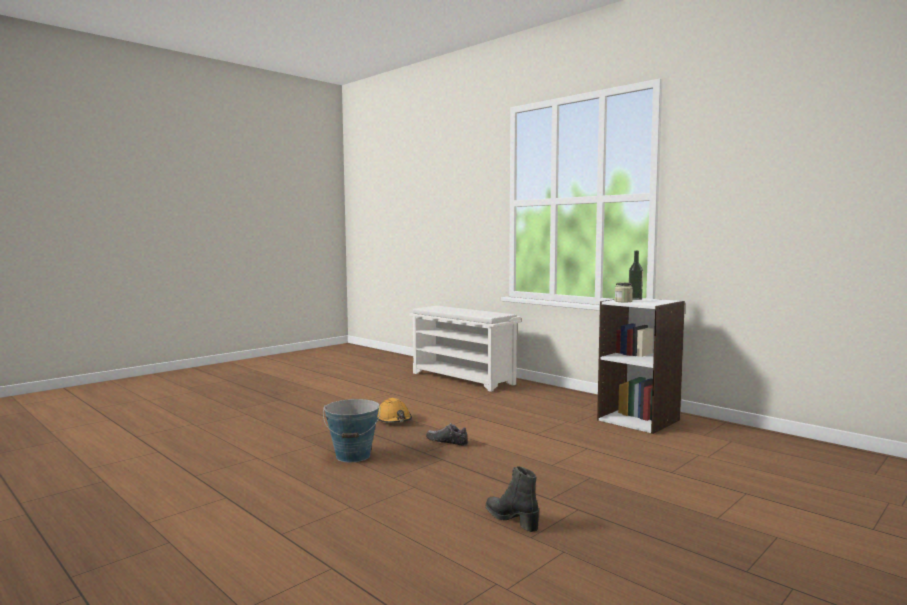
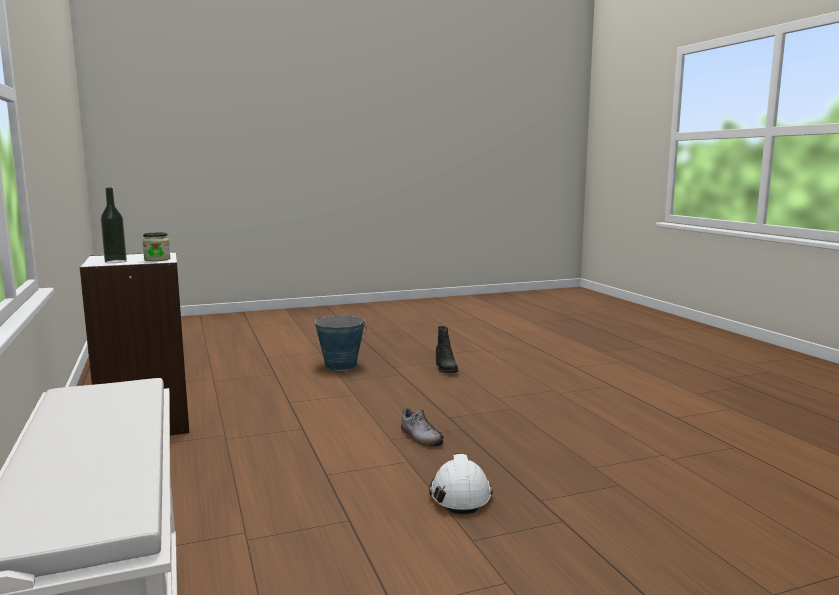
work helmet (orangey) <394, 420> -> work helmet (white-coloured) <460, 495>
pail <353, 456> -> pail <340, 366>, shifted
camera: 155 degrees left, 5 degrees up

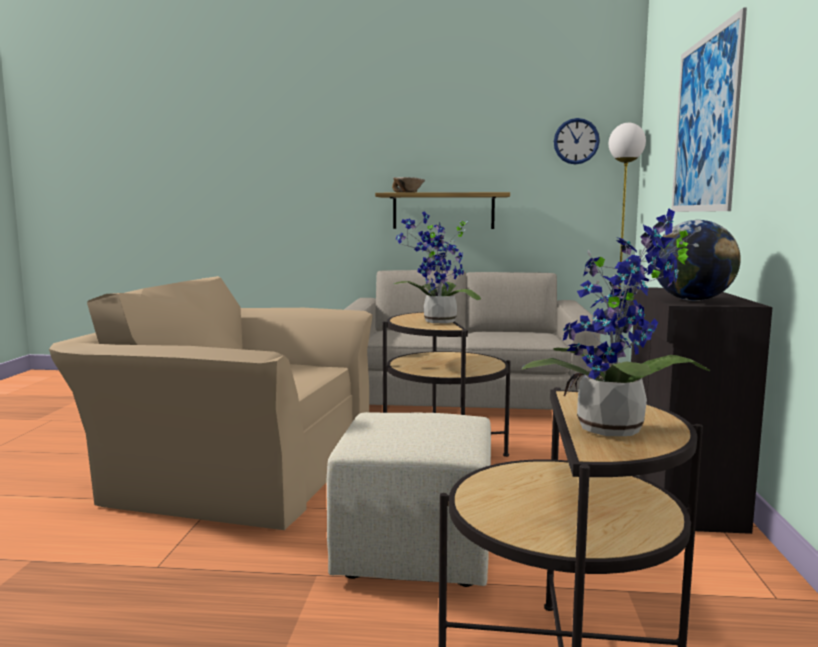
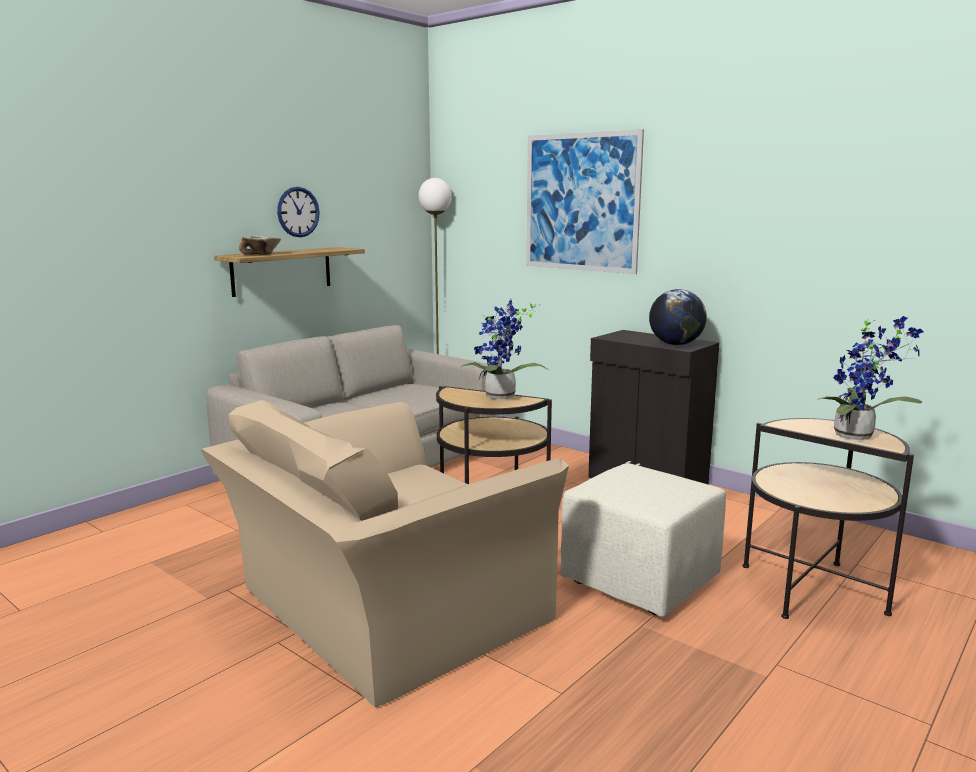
wall clock <576, 141> -> wall clock <298, 212>, shifted
camera: 55 degrees left, 5 degrees up

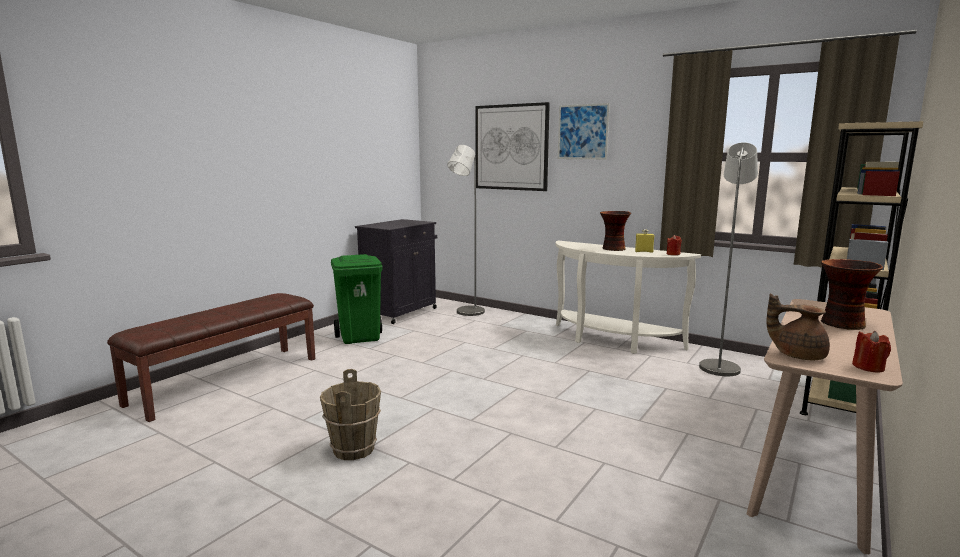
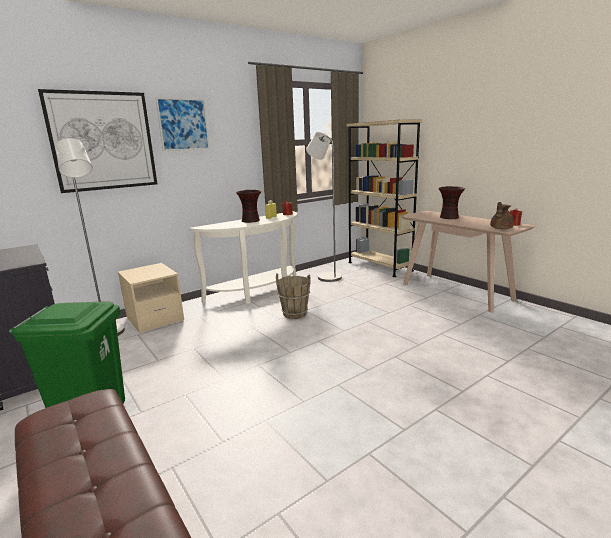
pail (brownish) <354, 449> -> pail (brownish) <295, 314>, shifted
none -> nightstand (sand-coloured) <155, 319>
camera: 70 degrees left, 5 degrees up

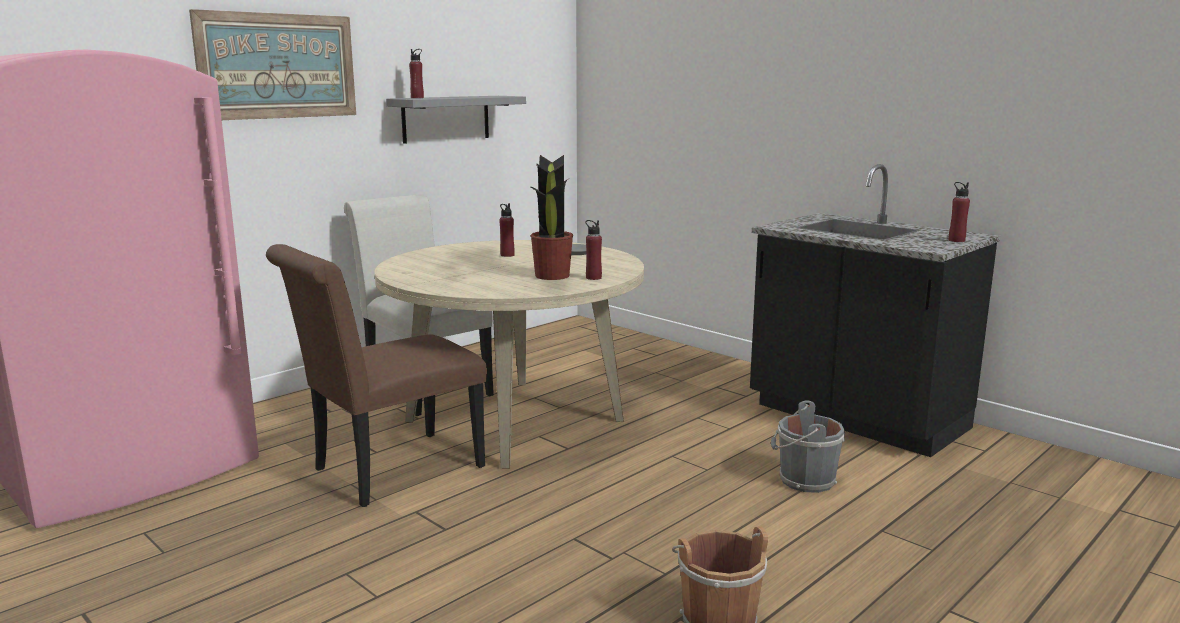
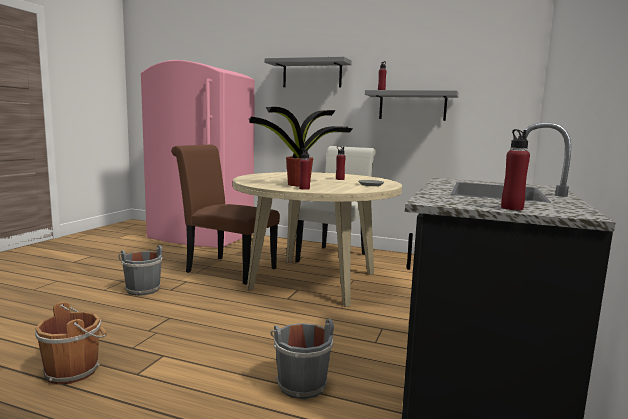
picture <278, 66> -> wall shelf (gray) <312, 74>
none -> pail (gray) <142, 289>
camera: 65 degrees right, 5 degrees down

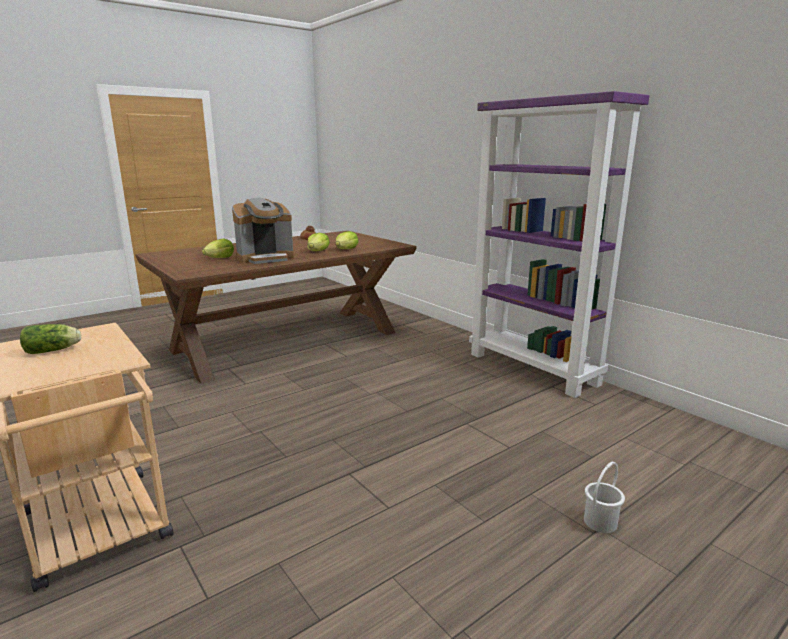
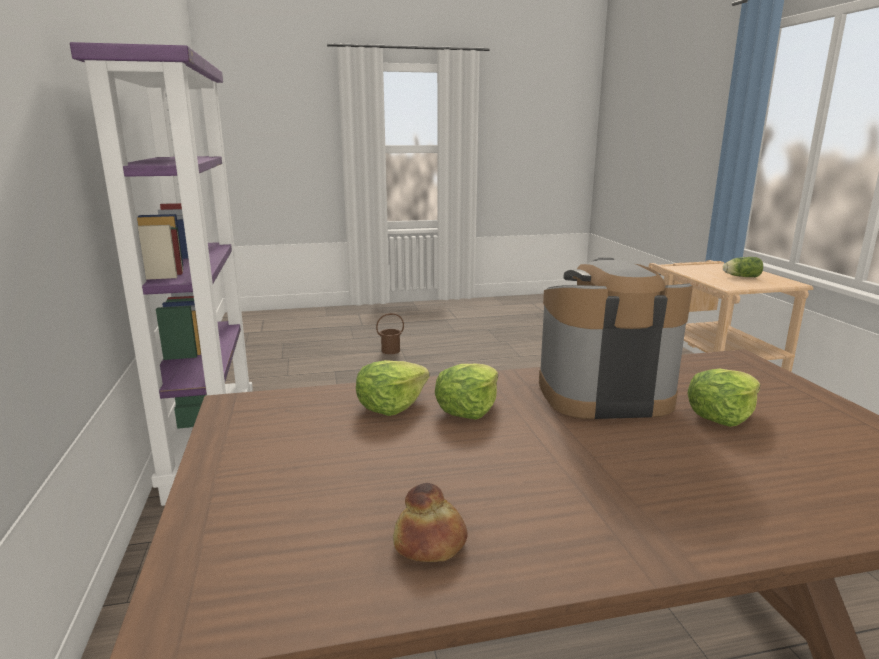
pail (white-coloured) <601, 522> -> pail (brownish) <390, 351>
camera: 155 degrees left, 0 degrees up

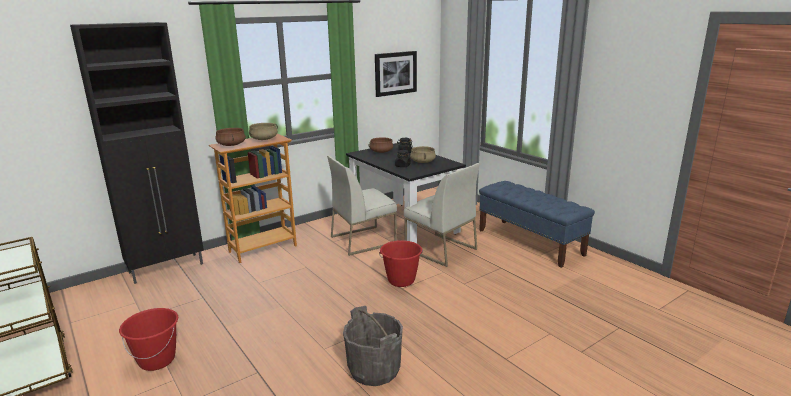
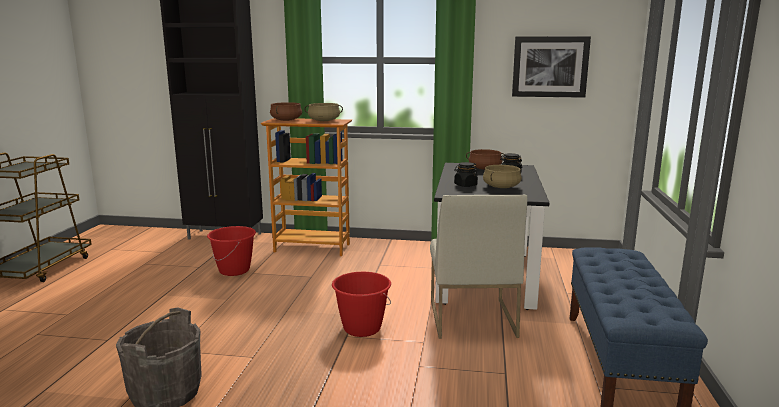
plain chair (white-coloured) <363, 240> -> none
pail (red) <157, 360> -> pail (red) <234, 270>, shifted
camera: 45 degrees right, 5 degrees down

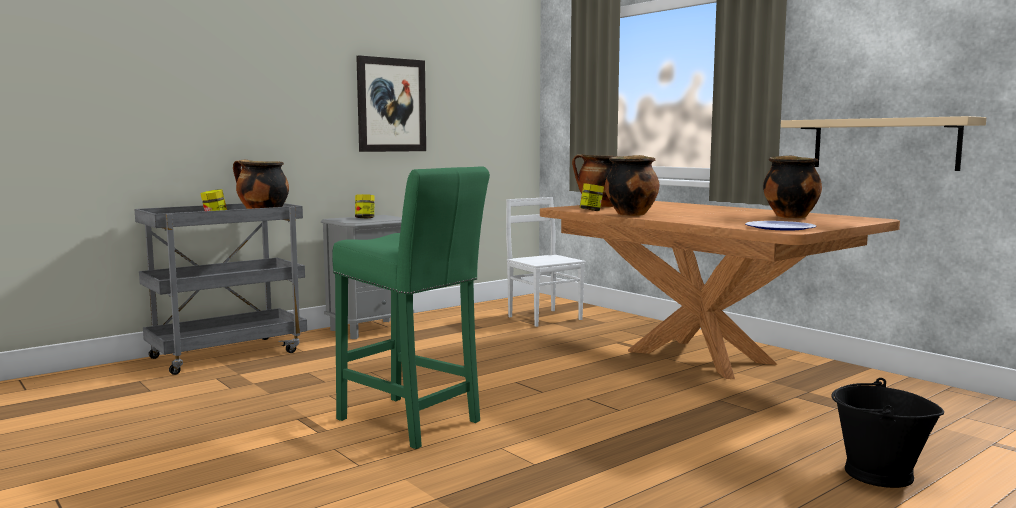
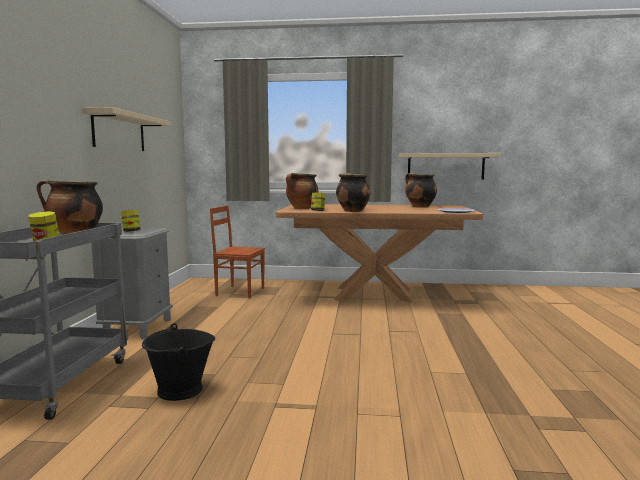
picture <391, 105> -> wall shelf (sand-coloured) <119, 132>
stool (green-coloured) <412, 423> -> none
plain chair (white-coloured) <545, 318> -> plain chair (brownish) <240, 292>
pail (black-coloured) <878, 474> -> pail (black-coloured) <179, 390>, shifted
camera: 45 degrees left, 0 degrees up

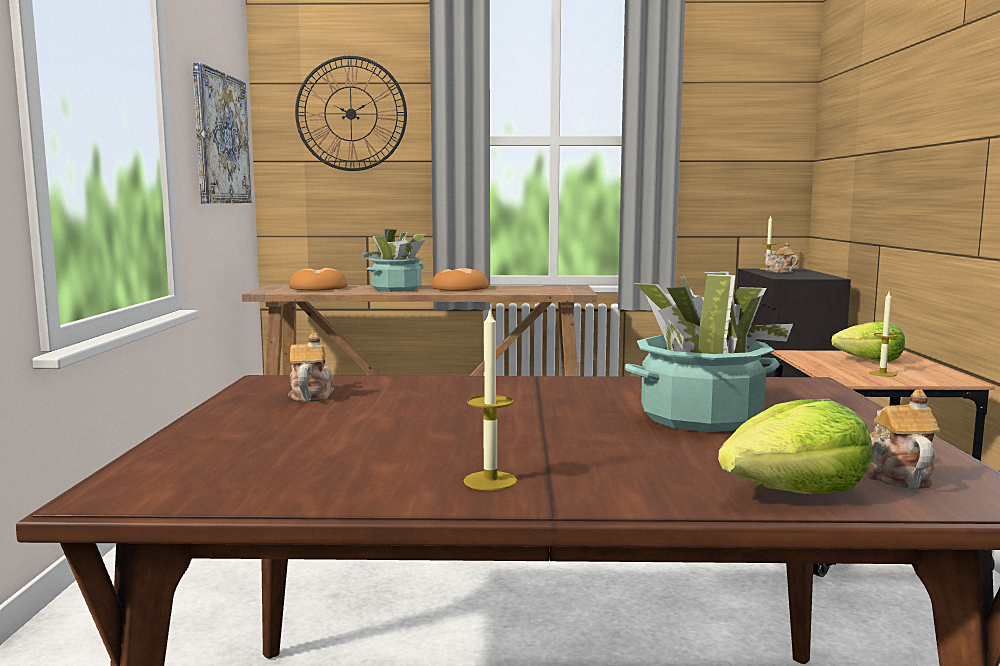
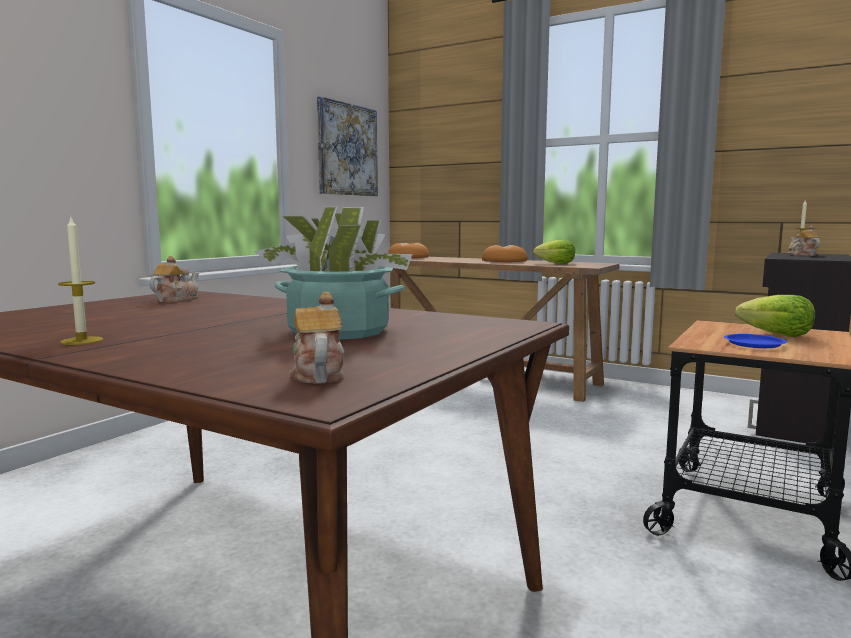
wall clock <351, 114> -> none
potted plant <396, 289> -> none
candle <882, 373> -> dinner plate (blue) <754, 344>
tea pot <895, 475> -> tea pot <318, 374>, 45 degrees counterclockwise
lettuce head <795, 493> -> lettuce head <556, 264>, shifted
camera: 30 degrees right, 0 degrees up

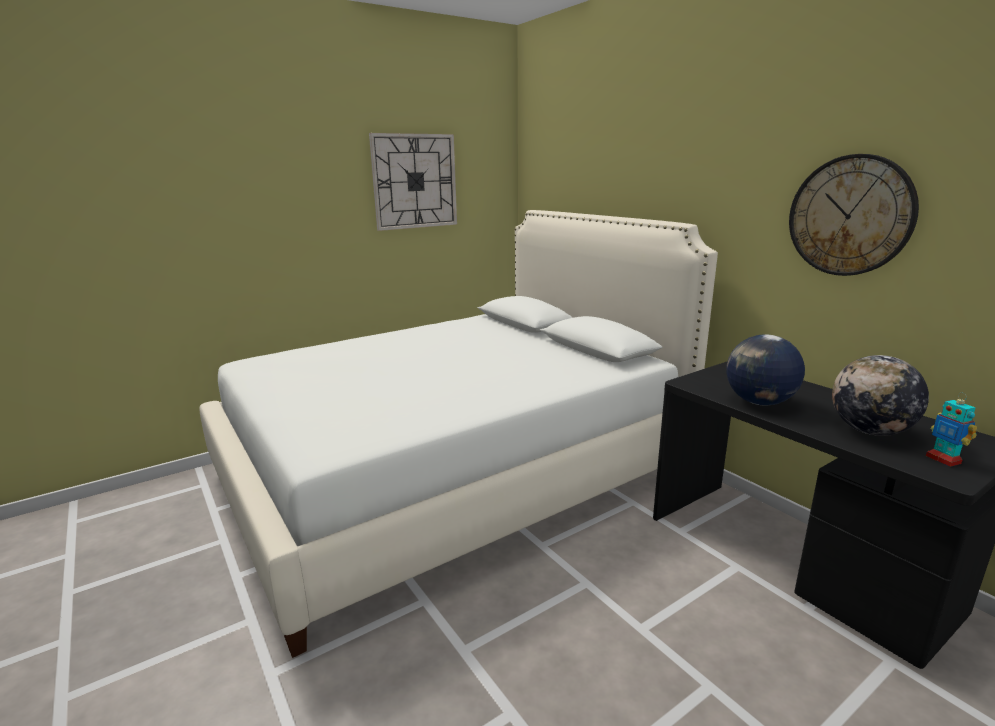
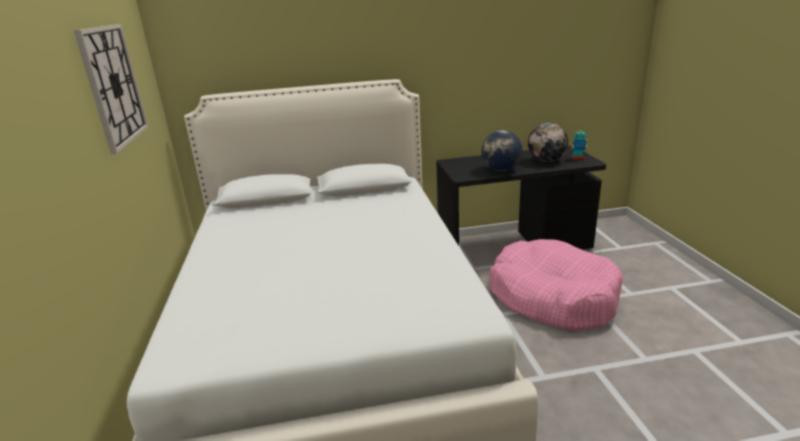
wall clock <850, 216> -> none
none -> dog cushion (pinkish) <552, 297>
camera: 65 degrees left, 5 degrees up

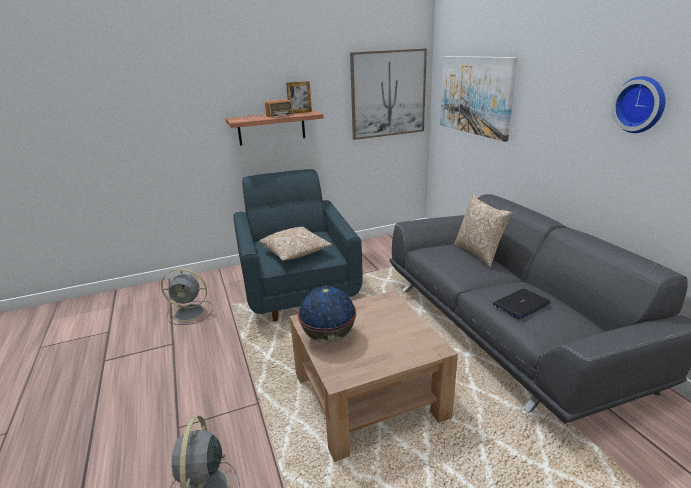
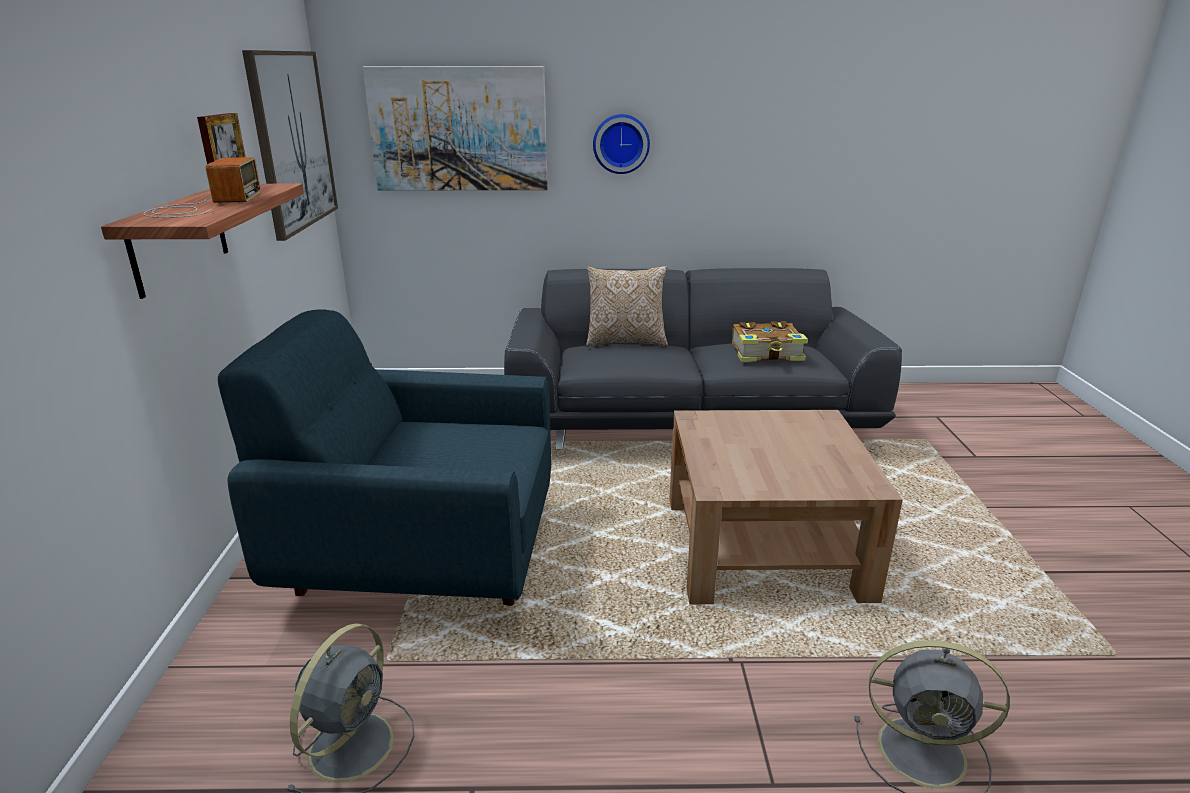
wall clock <641, 104> -> wall clock <621, 144>, shifted
cushion <295, 253> -> none
desk globe <328, 337> -> none
portable computer <521, 304> -> bound book <767, 353>
camera: 70 degrees left, 0 degrees up

